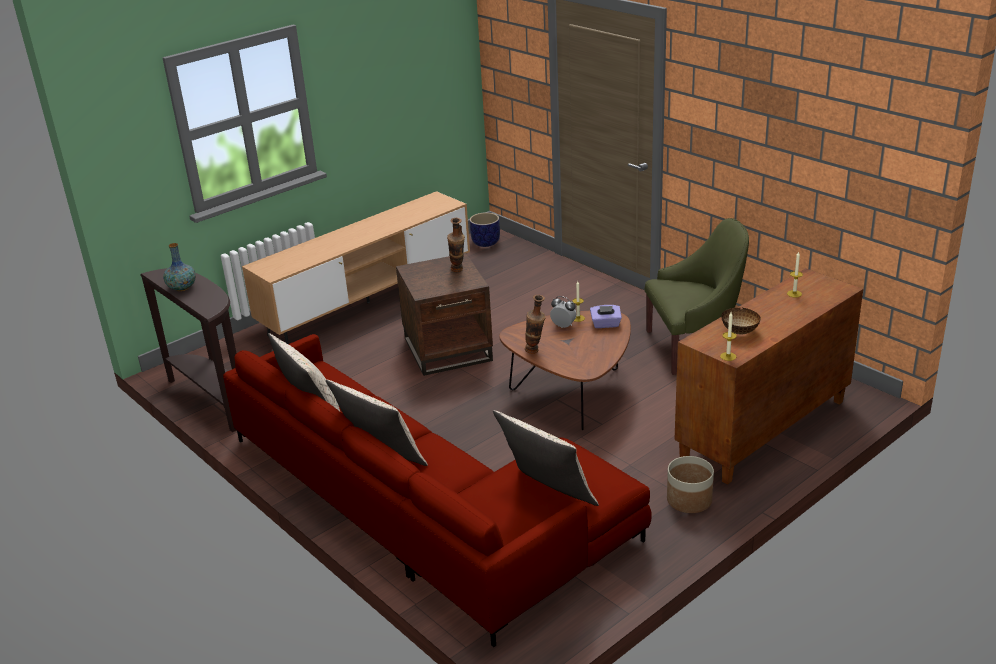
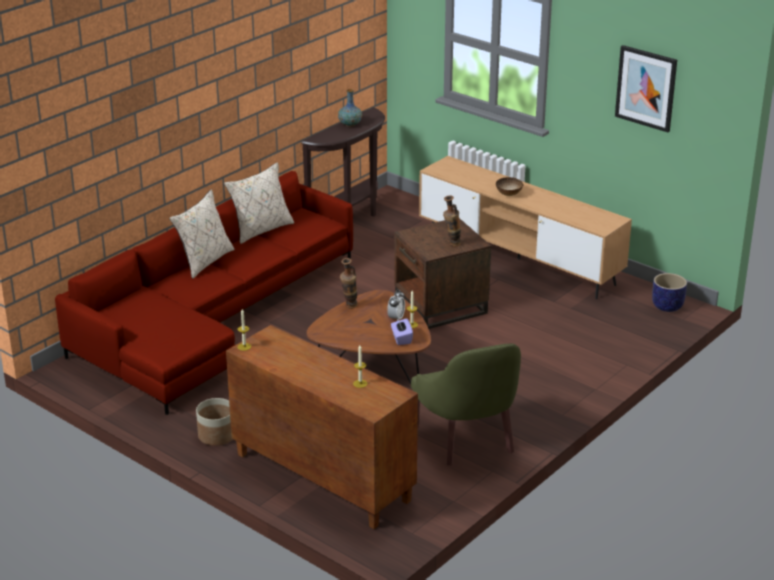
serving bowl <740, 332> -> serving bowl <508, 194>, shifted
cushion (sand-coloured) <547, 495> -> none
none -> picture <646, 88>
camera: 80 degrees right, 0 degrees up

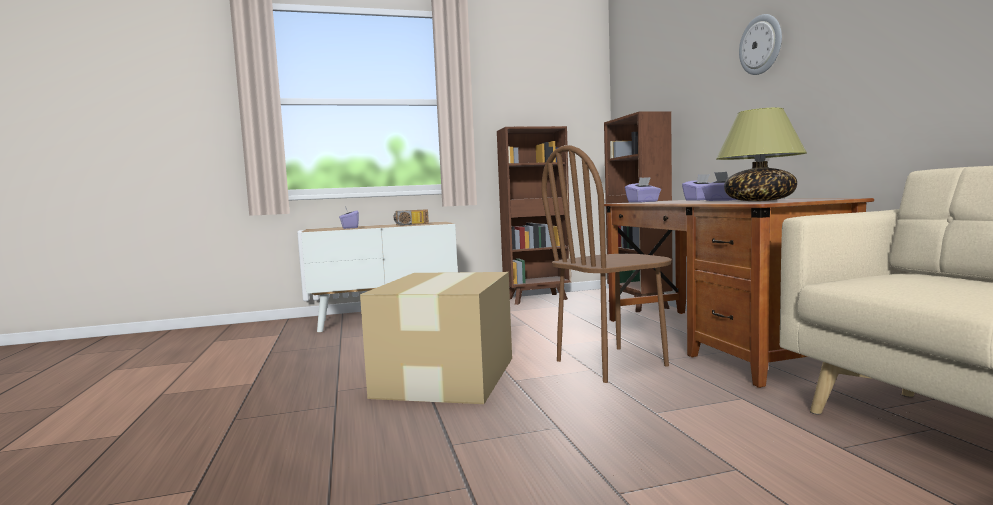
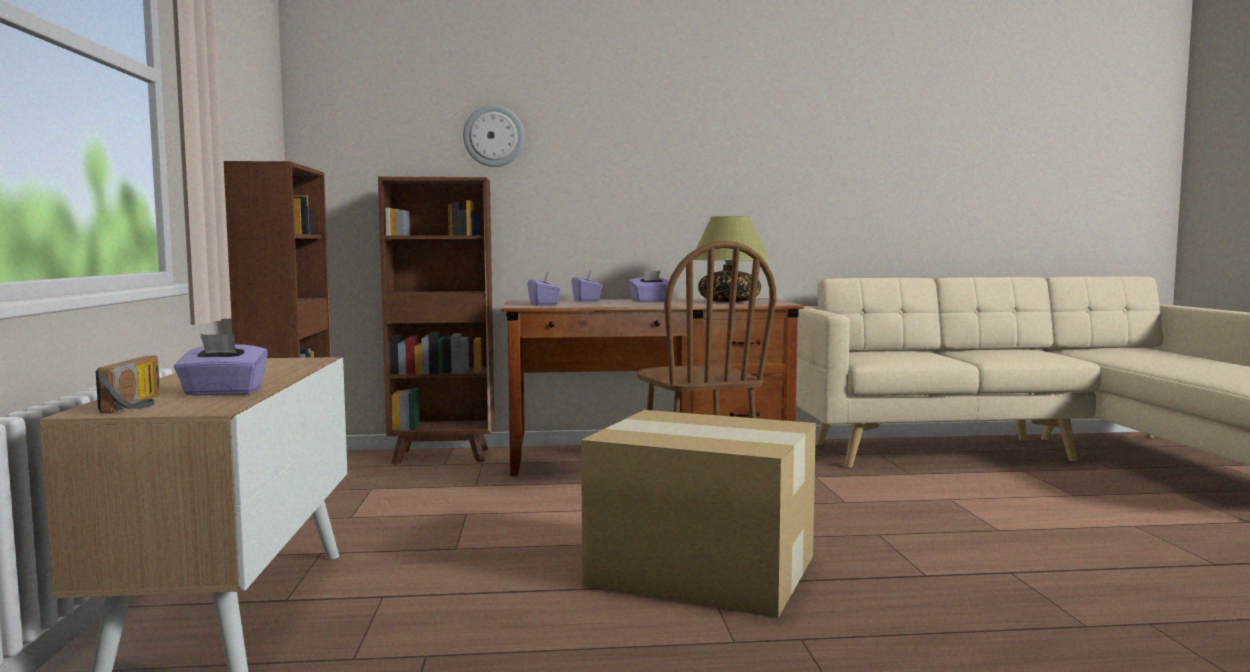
wall clock <761, 45> -> wall clock <494, 136>, shifted
radio <411, 224> -> radio <139, 404>, shifted
camera: 80 degrees left, 0 degrees up

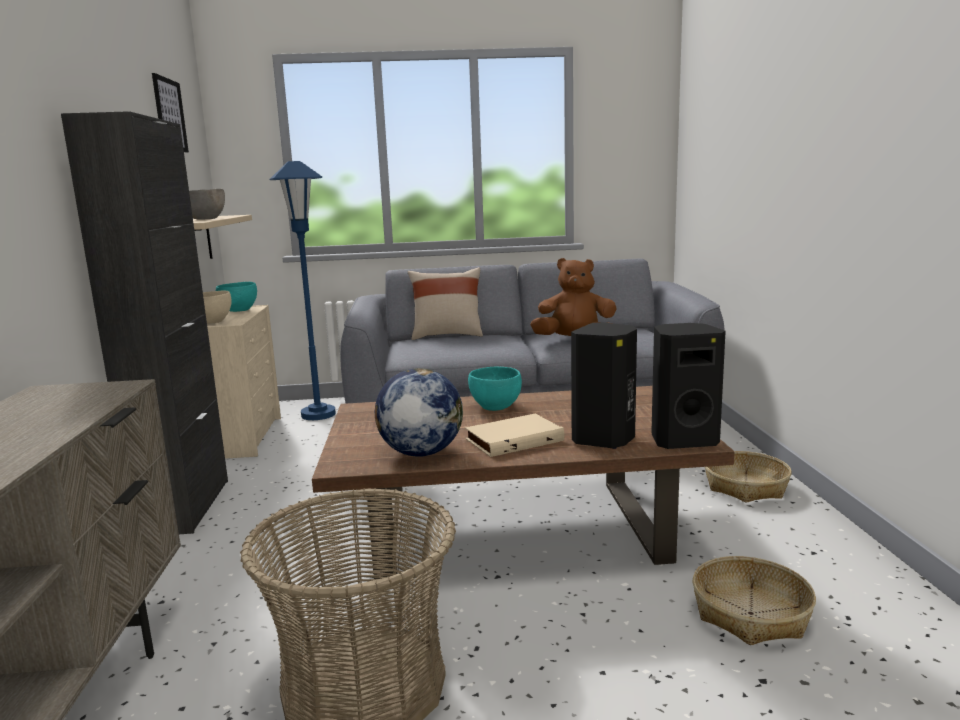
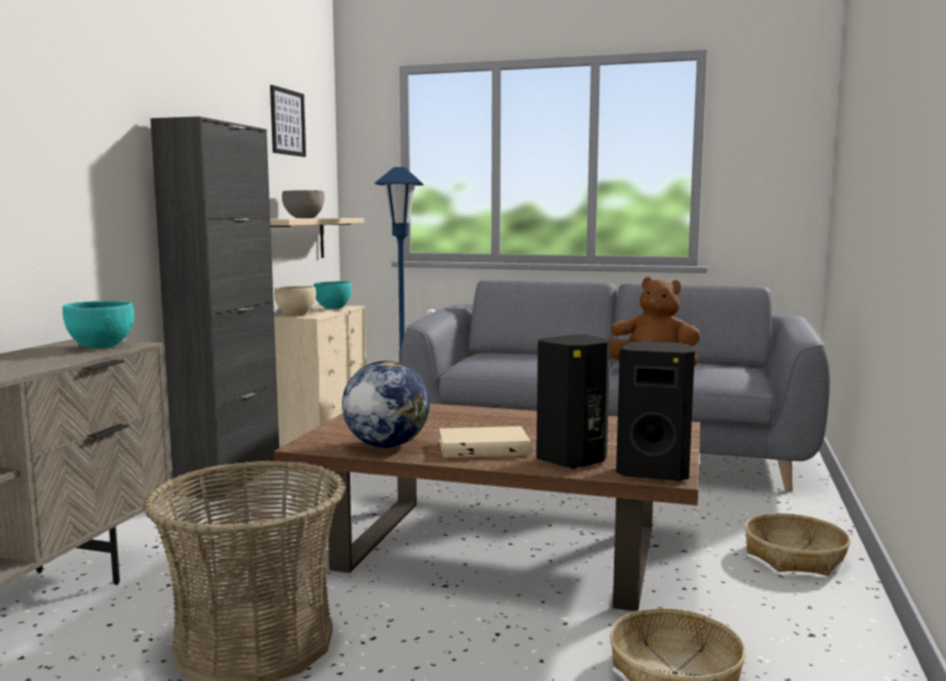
cushion (sand-coloured) <447, 335> -> none
serving bowl (blue-green) <495, 407> -> serving bowl (blue-green) <101, 346>, shifted
camera: 20 degrees right, 5 degrees down

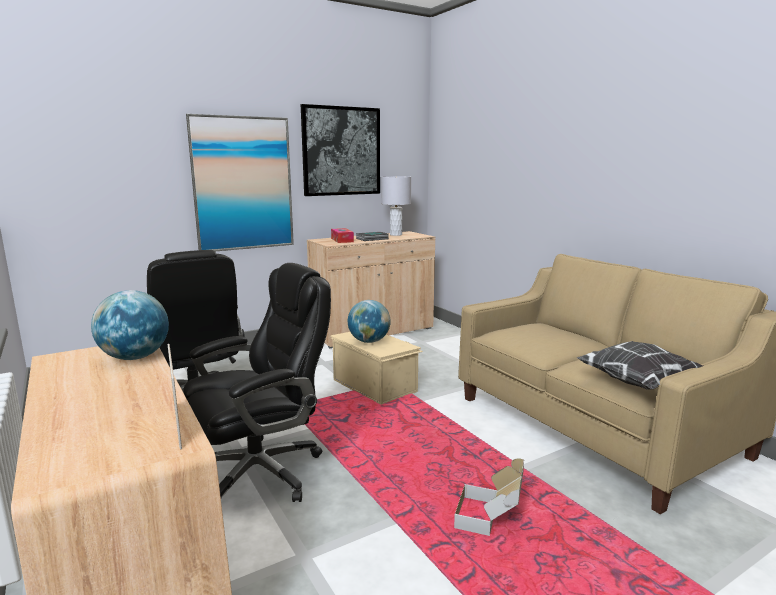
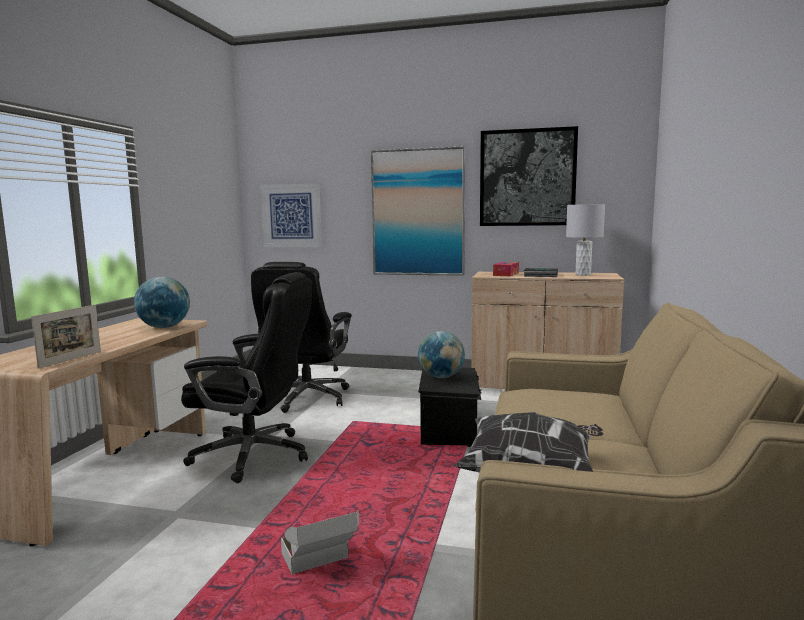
storage container (sand-coloured) <375, 385> -> storage container (black-coloured) <450, 428>
none -> picture <292, 215>
camera: 45 degrees right, 5 degrees down

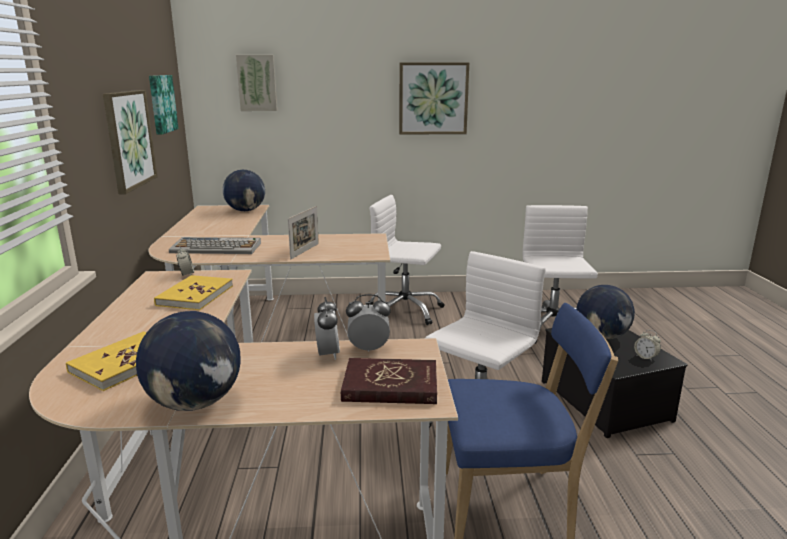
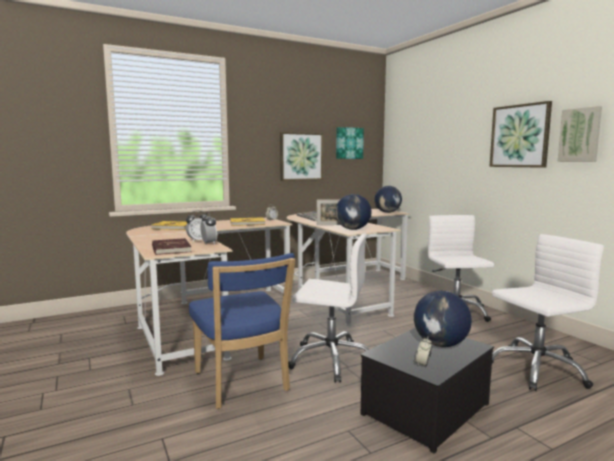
picture <257, 83> -> picture <580, 135>, shifted
desk globe <195, 403> -> desk globe <353, 229>, shifted
camera: 65 degrees right, 10 degrees down

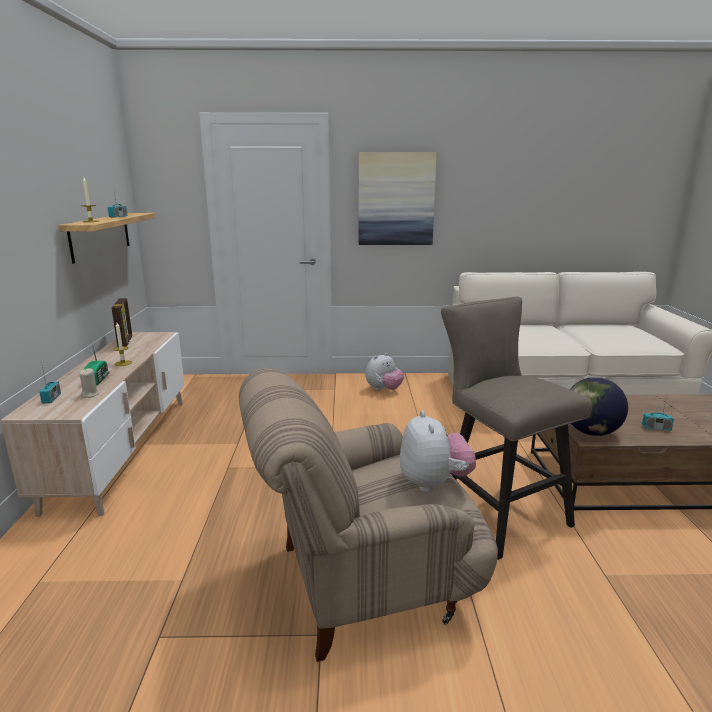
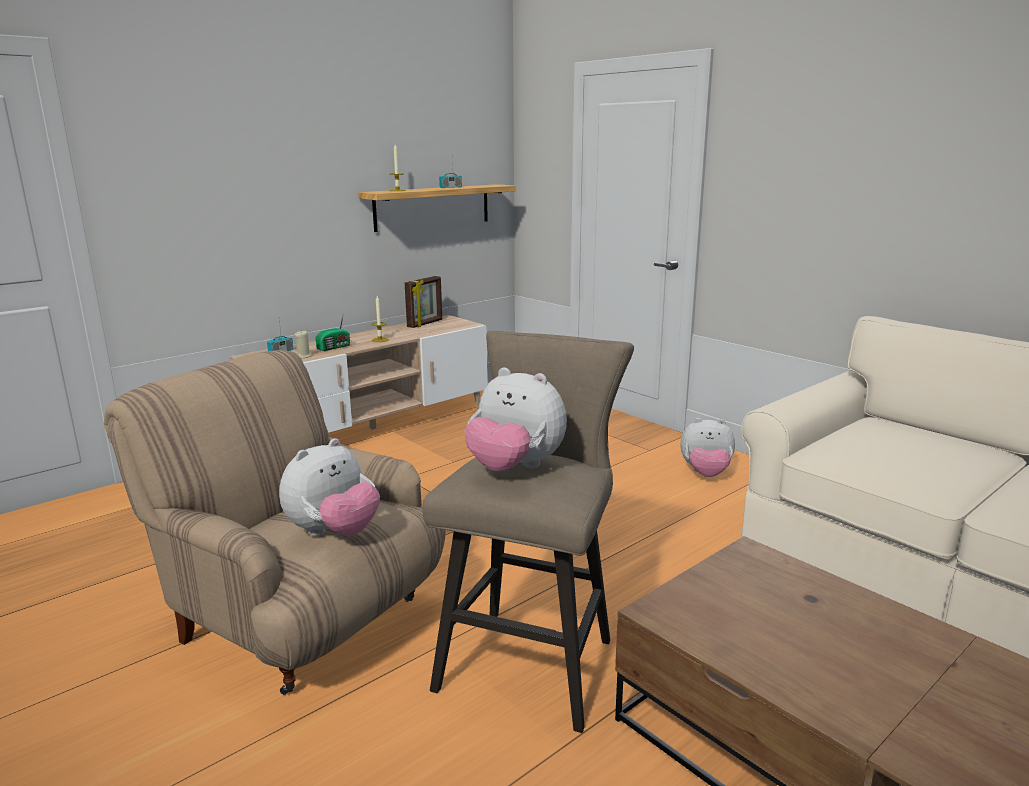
picture <396, 199> -> none
desk globe <590, 432> -> none
radio <656, 428> -> none
none -> plush toy <515, 468>
camera: 50 degrees right, 0 degrees up

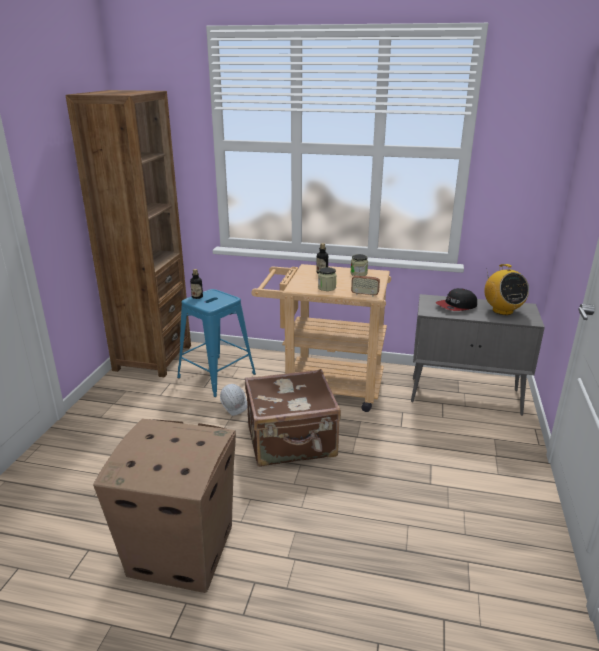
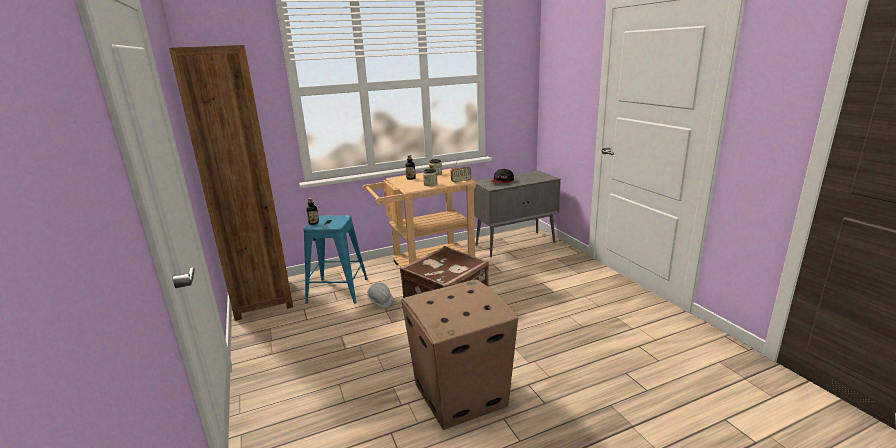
radio <502, 310> -> none
camera: 35 degrees left, 5 degrees down

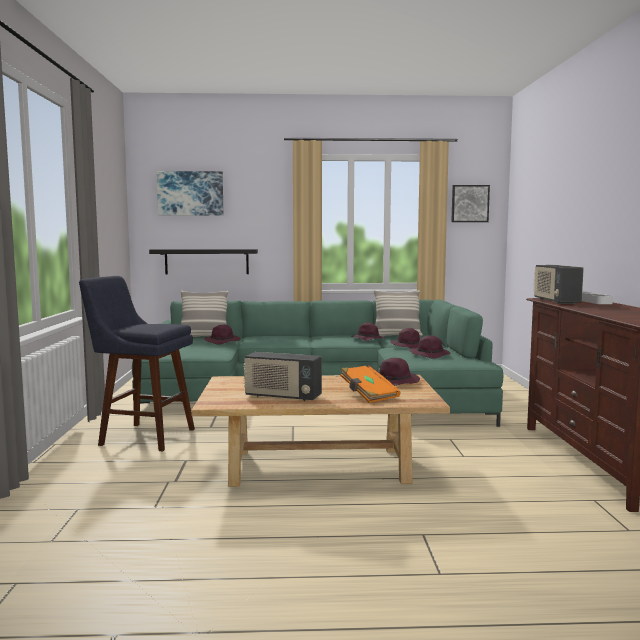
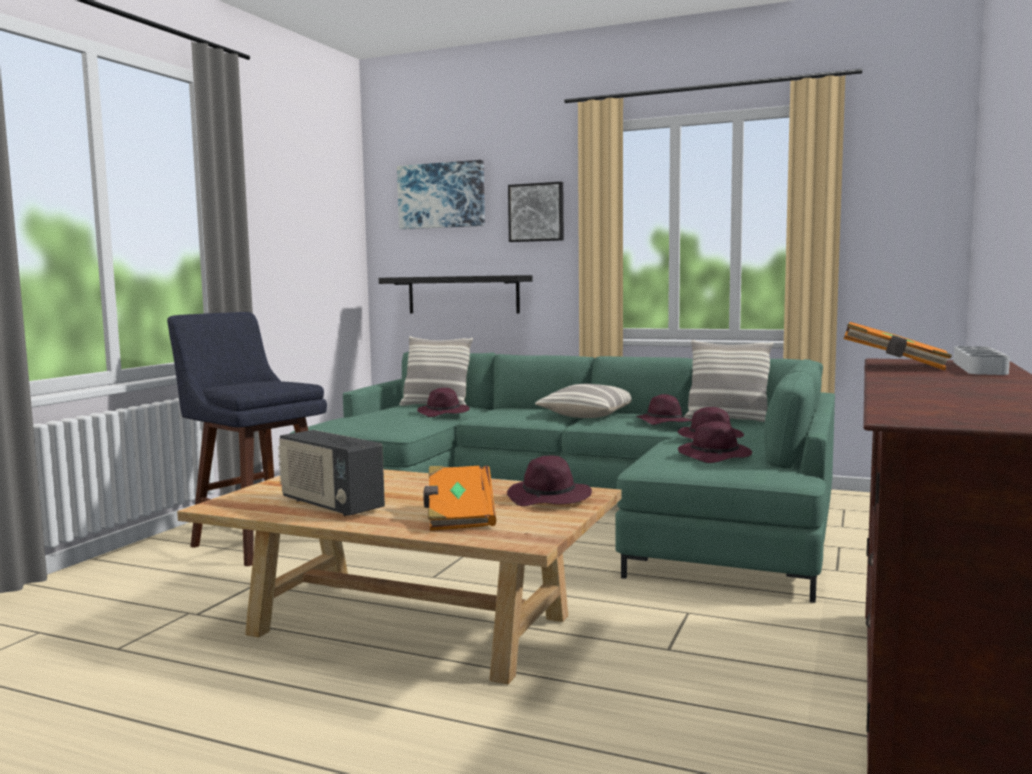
picture <469, 203> -> picture <536, 212>, shifted
radio <555, 301> -> bound book (orangey) <894, 366>
none -> cushion <588, 415>
camera: 25 degrees right, 0 degrees up

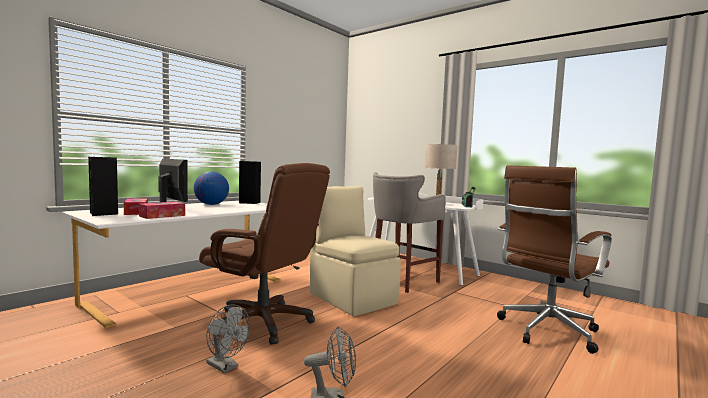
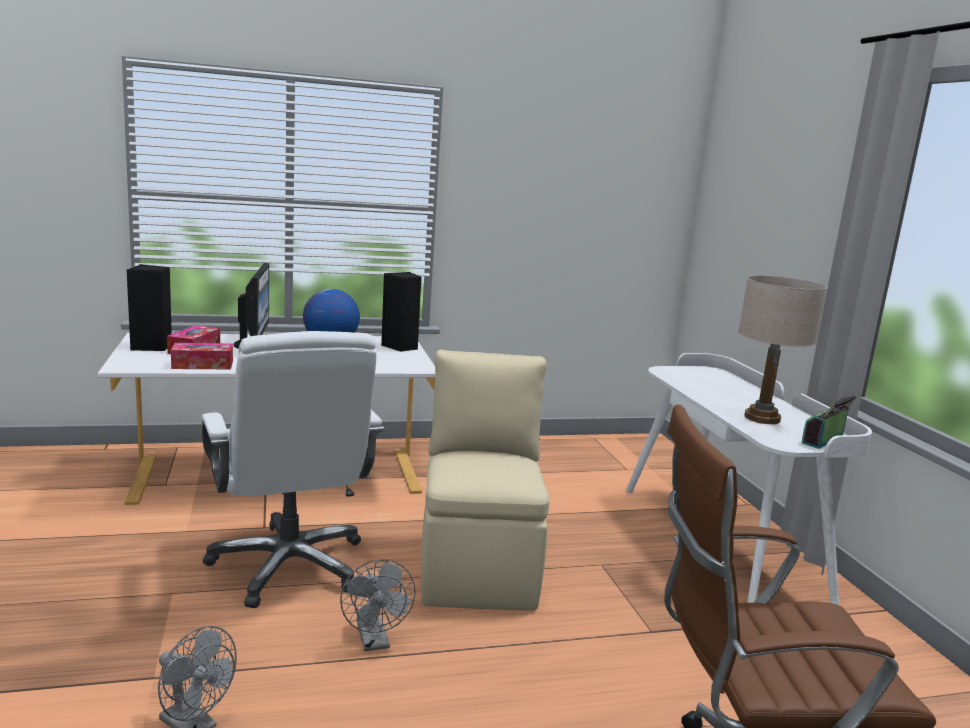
desk chair (brownish) <264, 322> -> desk chair (white-coloured) <290, 565>
stool (gray) <401, 281> -> none
electric fan (gray) <225, 367> -> electric fan (gray) <375, 642>, shifted
camera: 35 degrees right, 10 degrees up

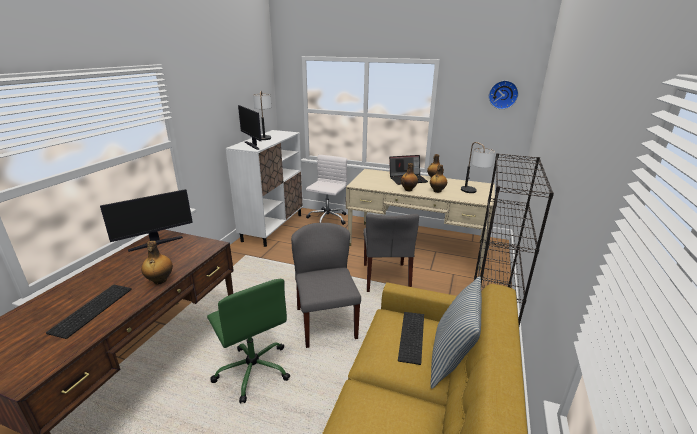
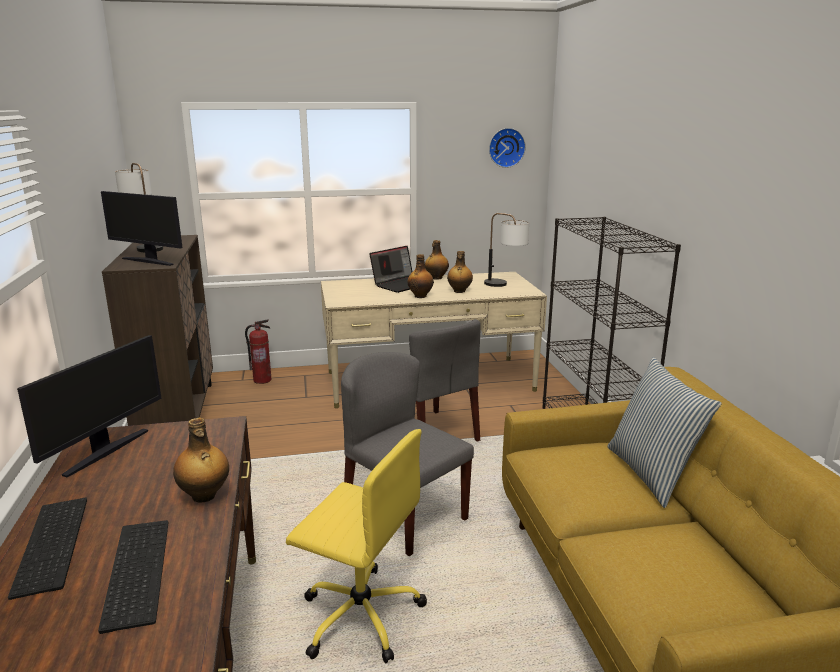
storage cabinet (white-coloured) <273, 227> -> storage cabinet (brownish) <178, 414>
desk chair (white-coloured) <327, 219> -> fire extinguisher <262, 380>
desk chair (green-coloured) <253, 370> -> desk chair (yellowish) <359, 615>
keyboard <413, 337> -> keyboard <55, 544>, shifted
camera: 30 degrees left, 5 degrees down

